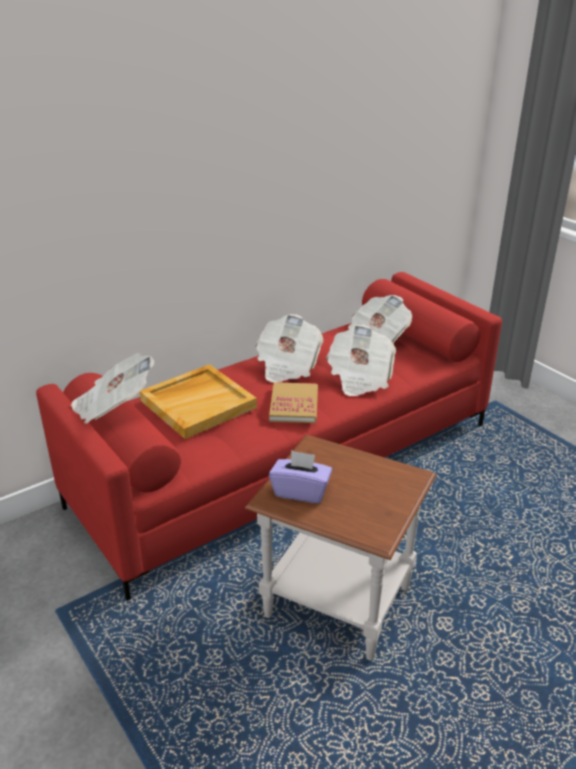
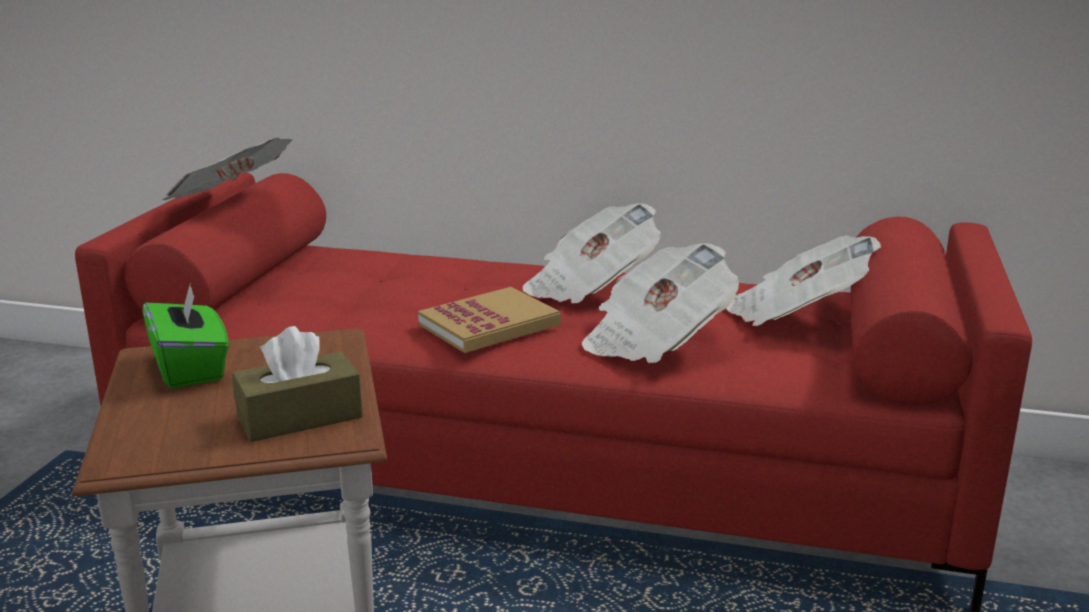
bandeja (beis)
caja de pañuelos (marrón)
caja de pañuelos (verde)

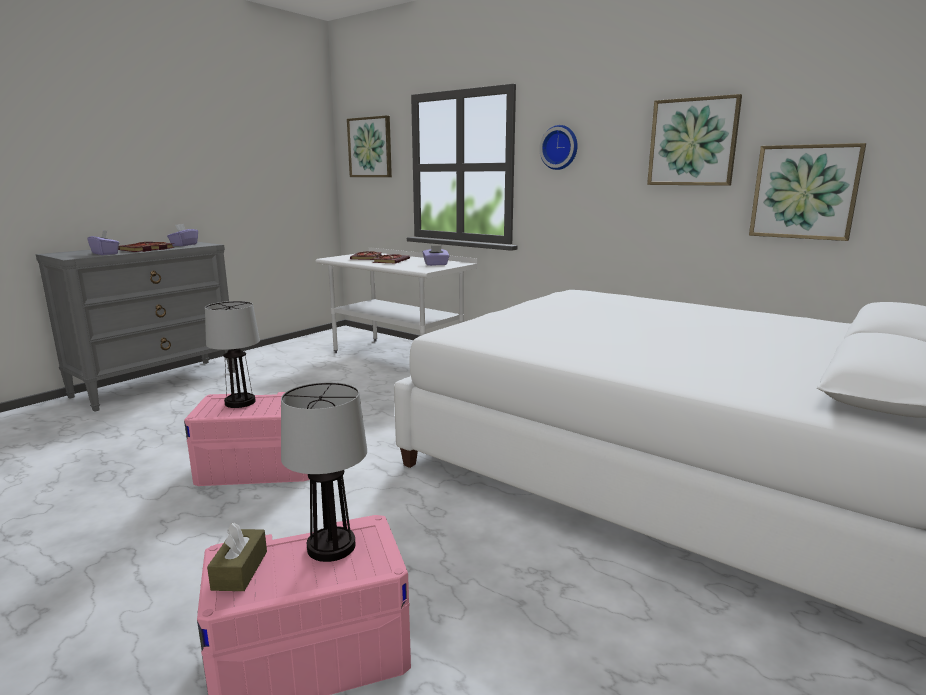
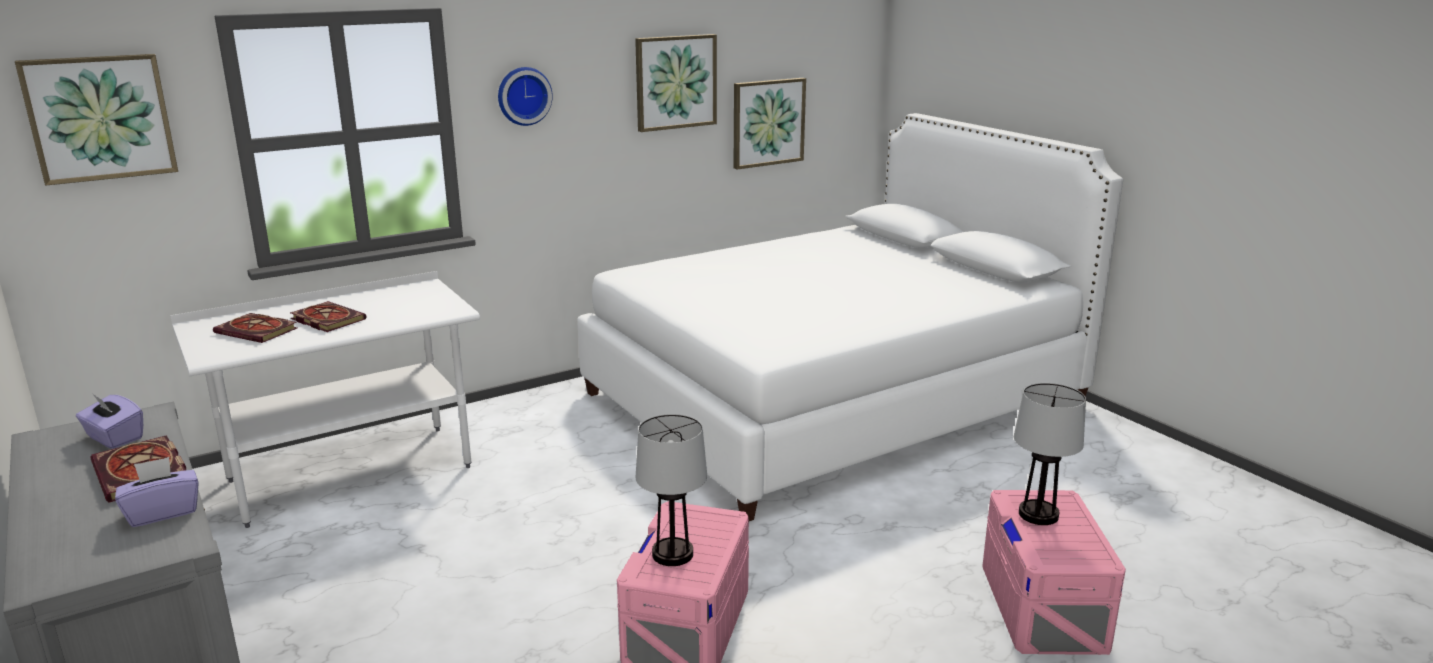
caja de pañuelos (marrón)
caja de pañuelos (morado) (3rd from left in the first image)

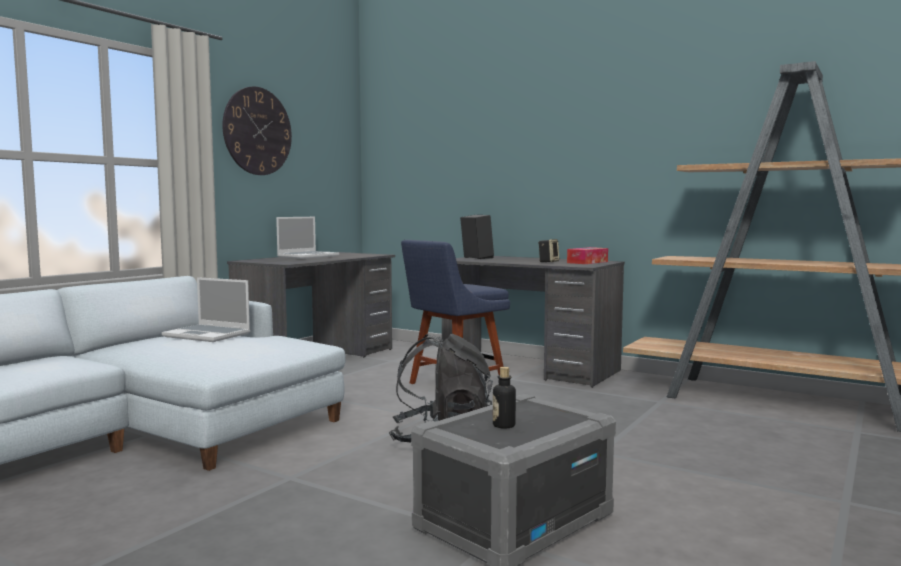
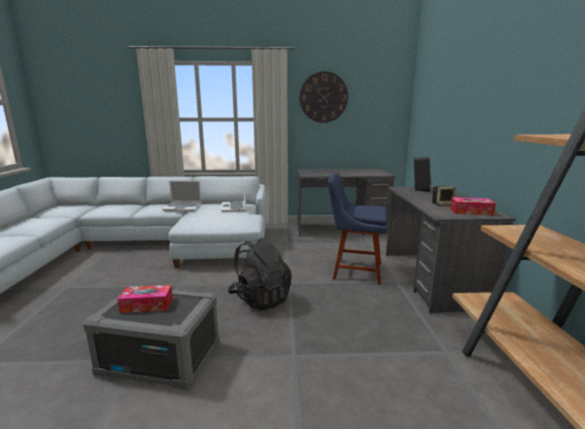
portátil (1st from left)
caja de pañuelos (1st from left)

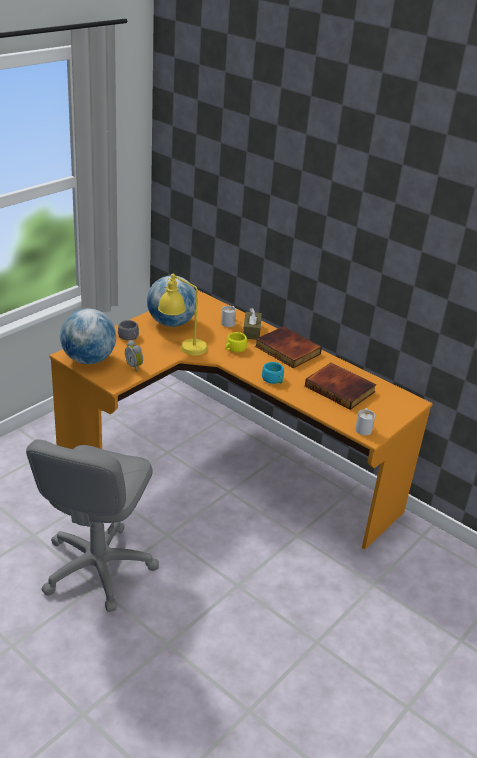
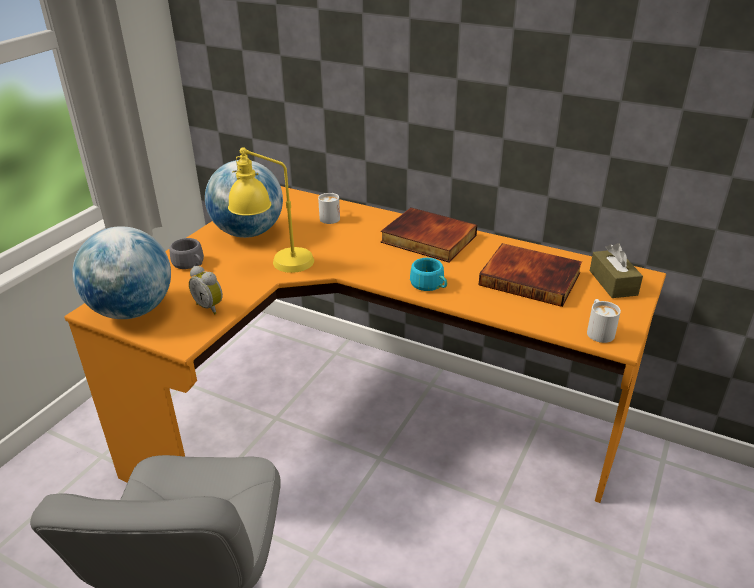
taza (amarillo)
caja de pañuelos (marrón)

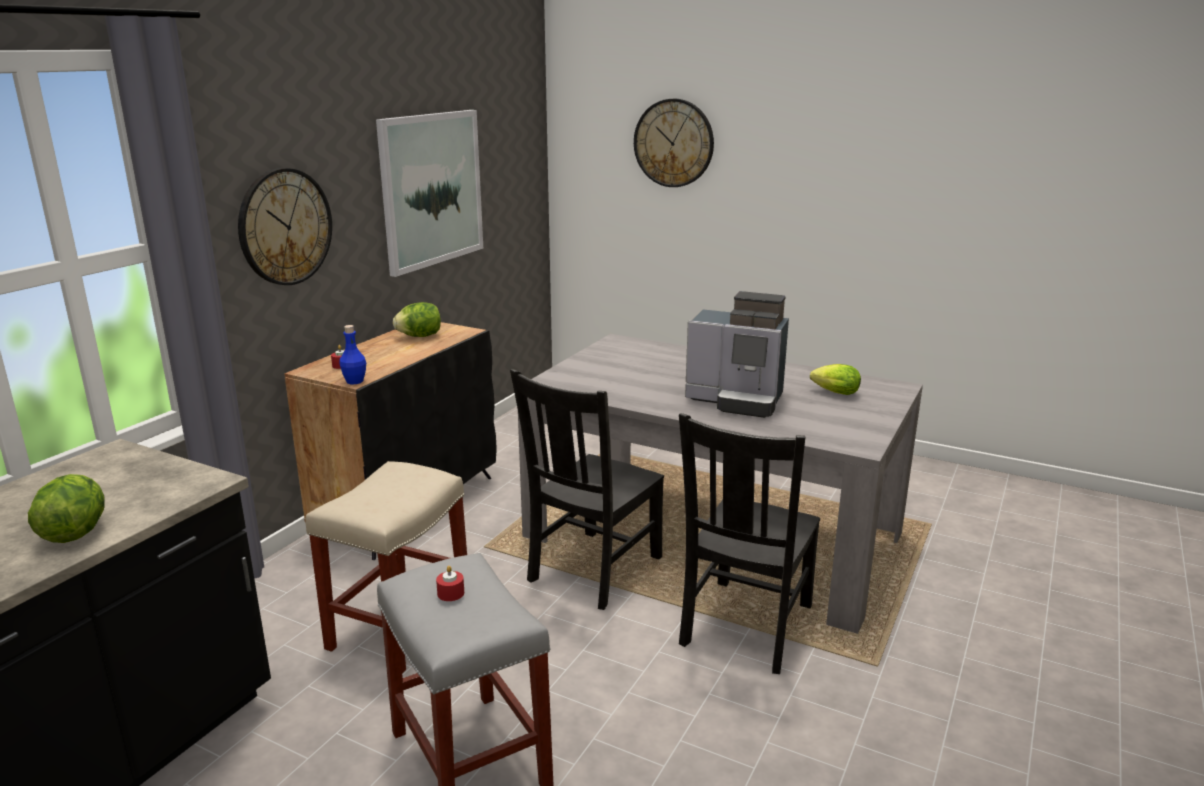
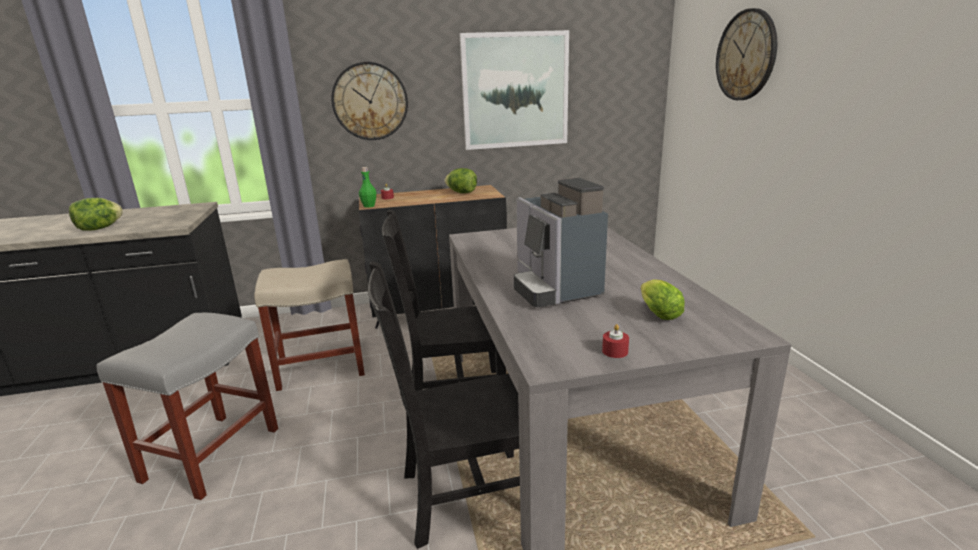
vela (rojo) (2nd from left)
botella (verde)

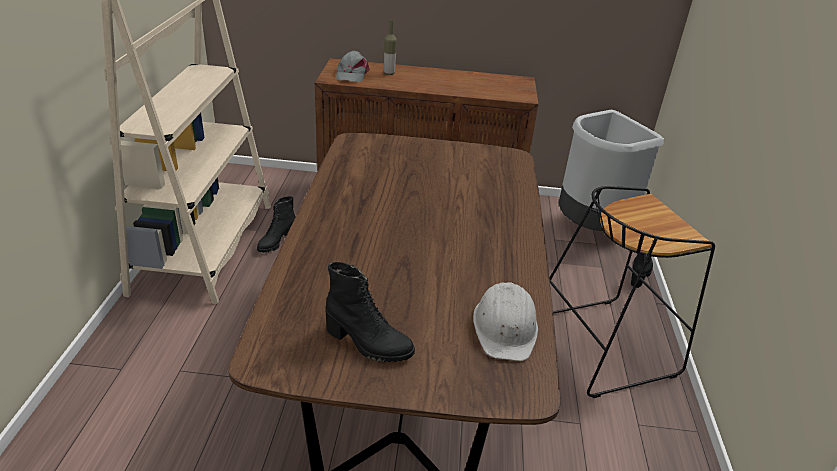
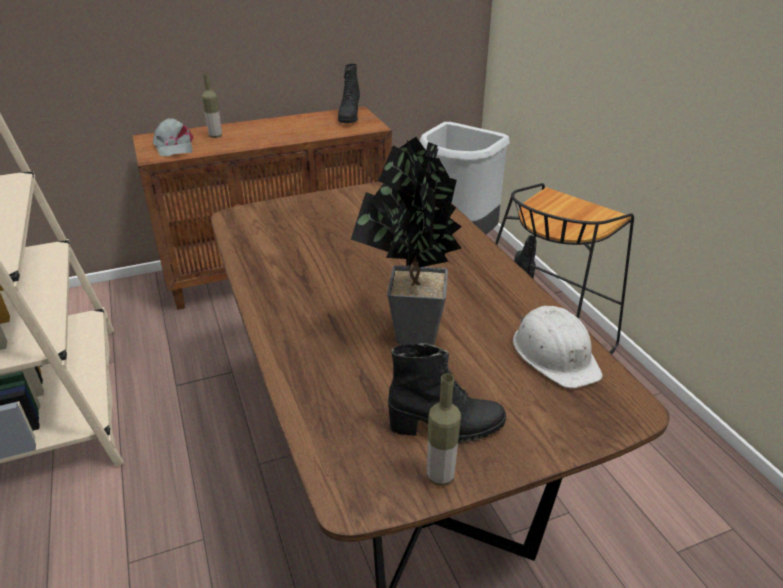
planta en maceta
botella (2nd from left)
bota (negro) (1st from left)

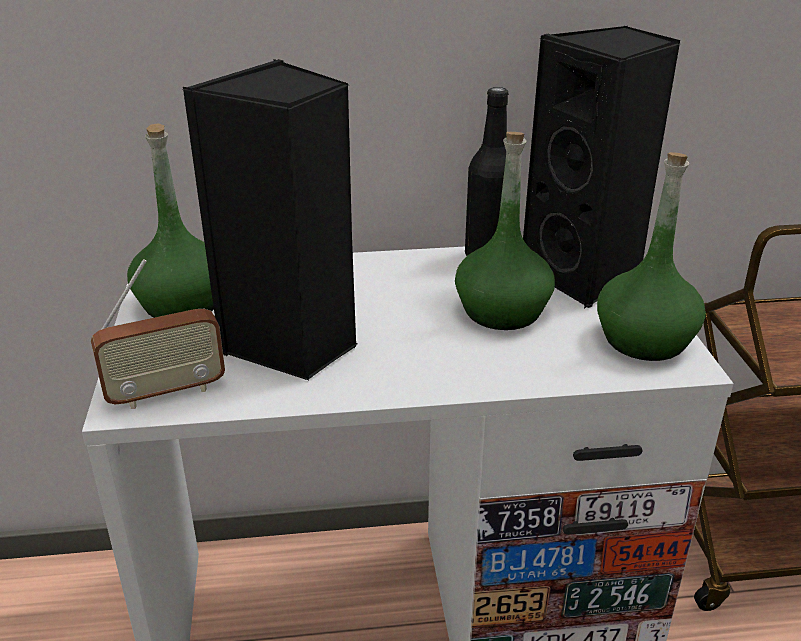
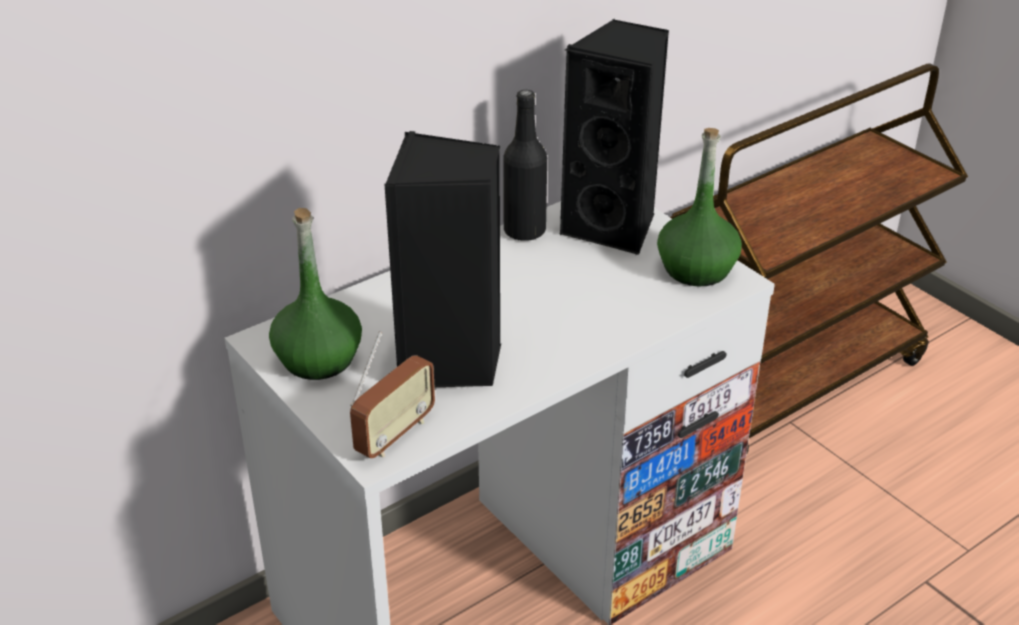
botella (verde) (2nd from left in the first image)

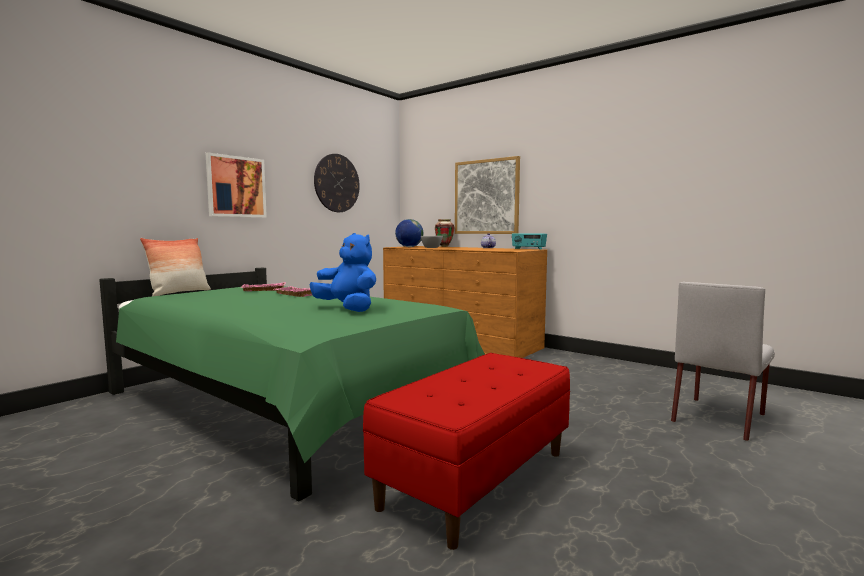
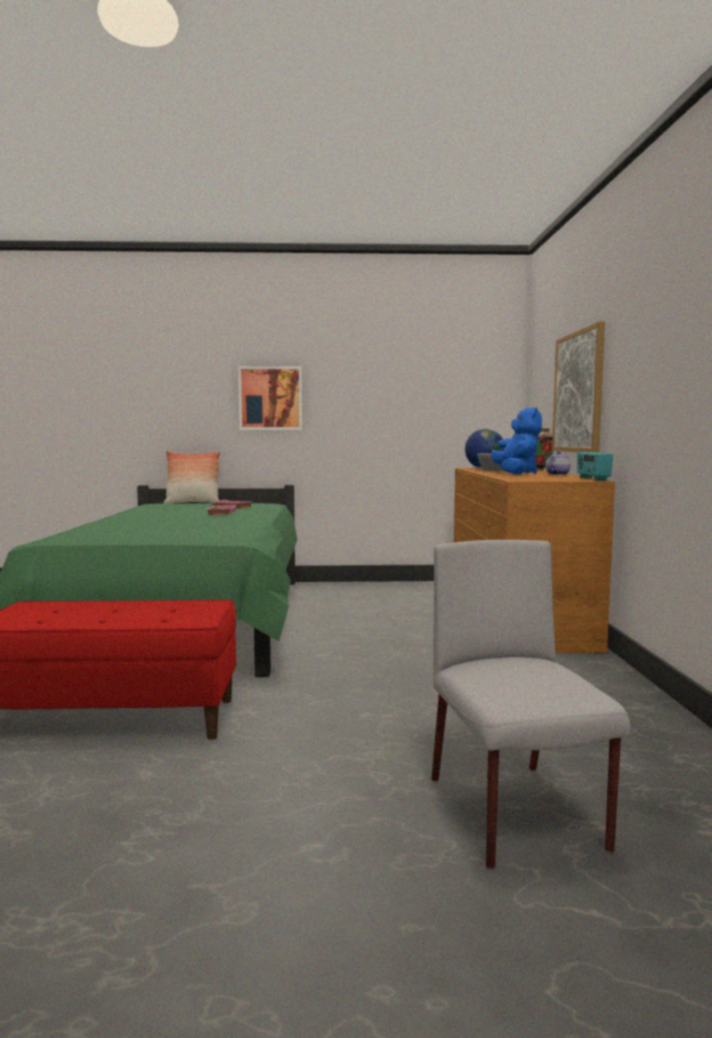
reloj de pared
peluche (azul)
silla (gris)

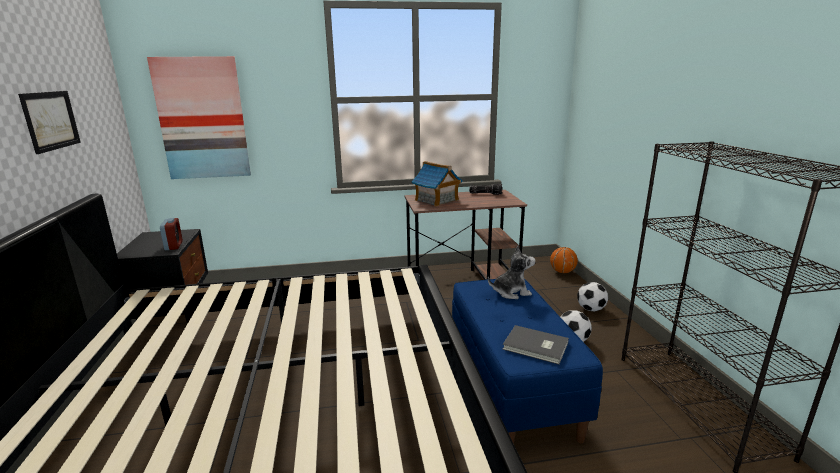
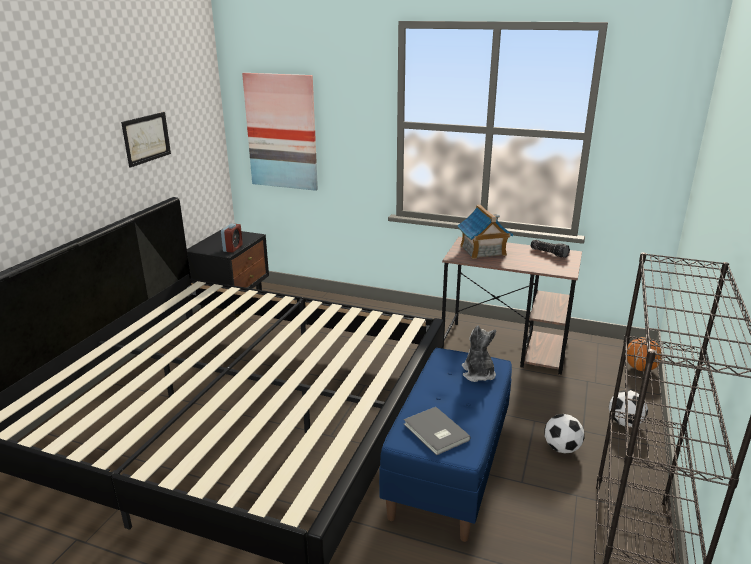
peluche

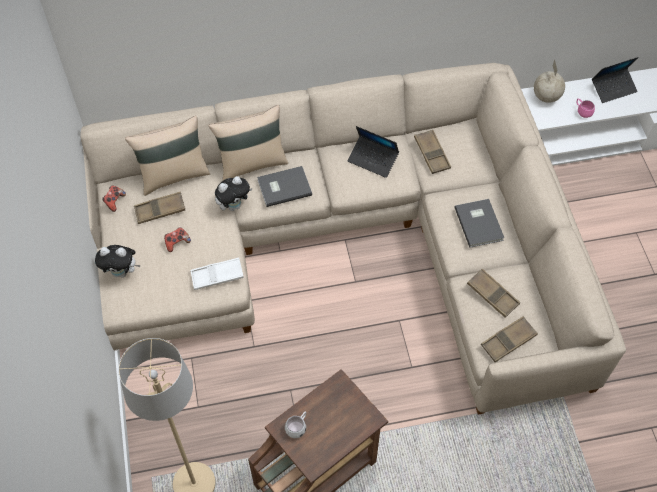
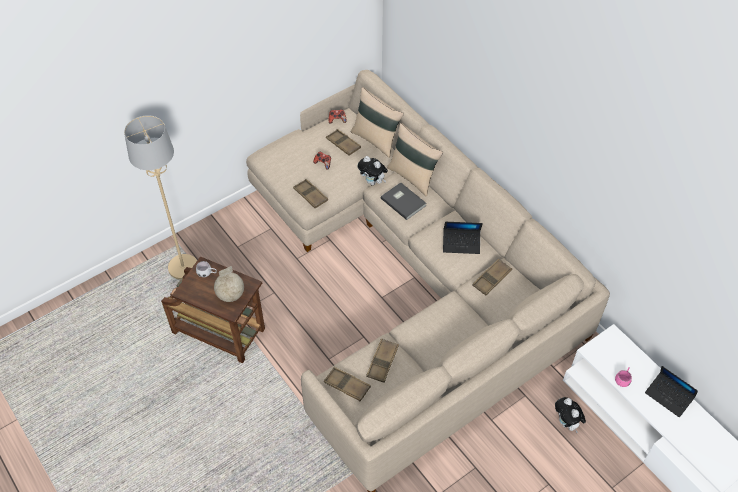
libro (gris) (2nd from left in the first image)
peluche (2nd from left)
globo terráqueo
bandeja (marrón) (1st from left)
portátil (1st from left)

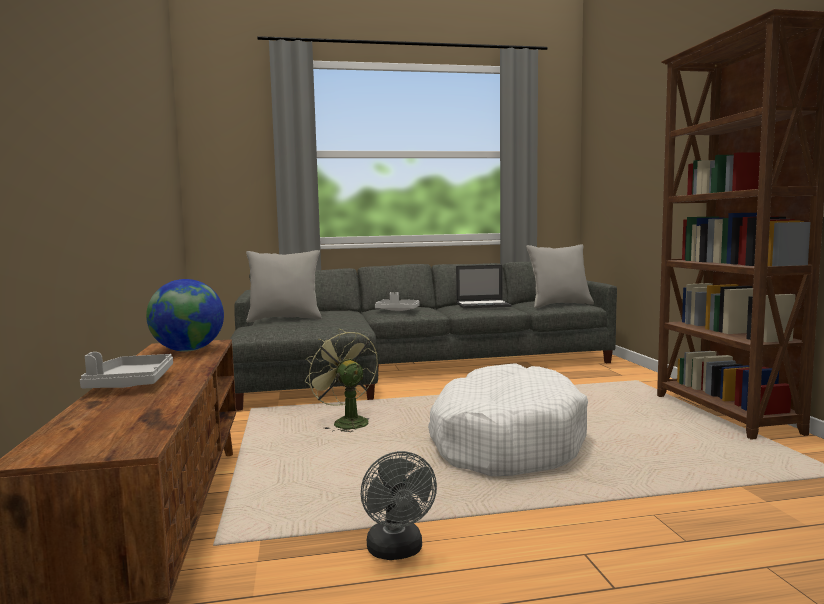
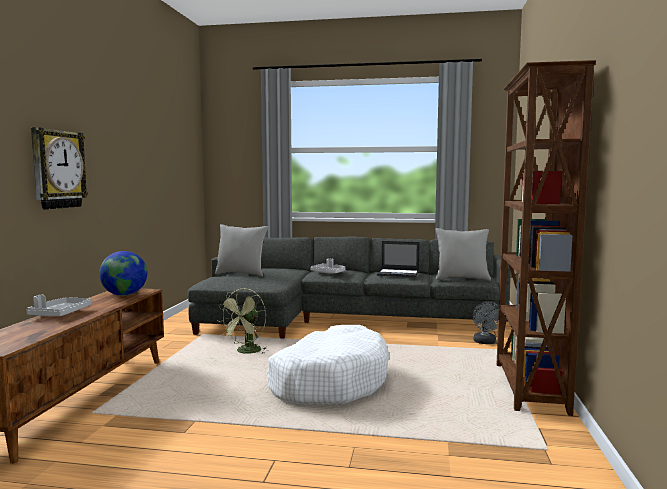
reloj de pared
ventilador (gris)
ventilador (verde)

